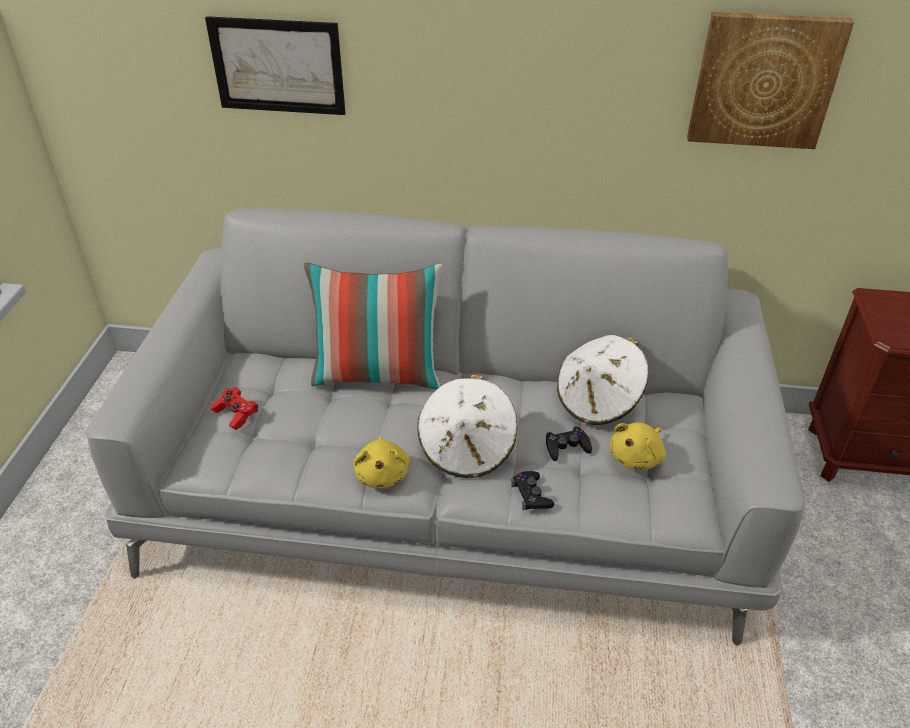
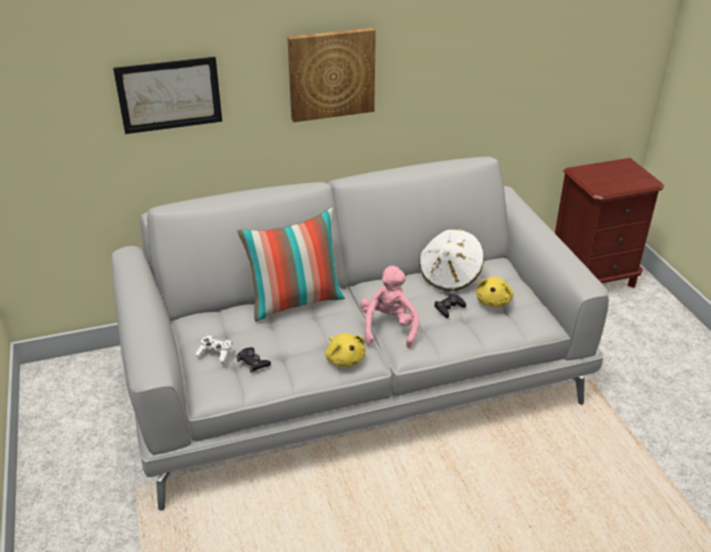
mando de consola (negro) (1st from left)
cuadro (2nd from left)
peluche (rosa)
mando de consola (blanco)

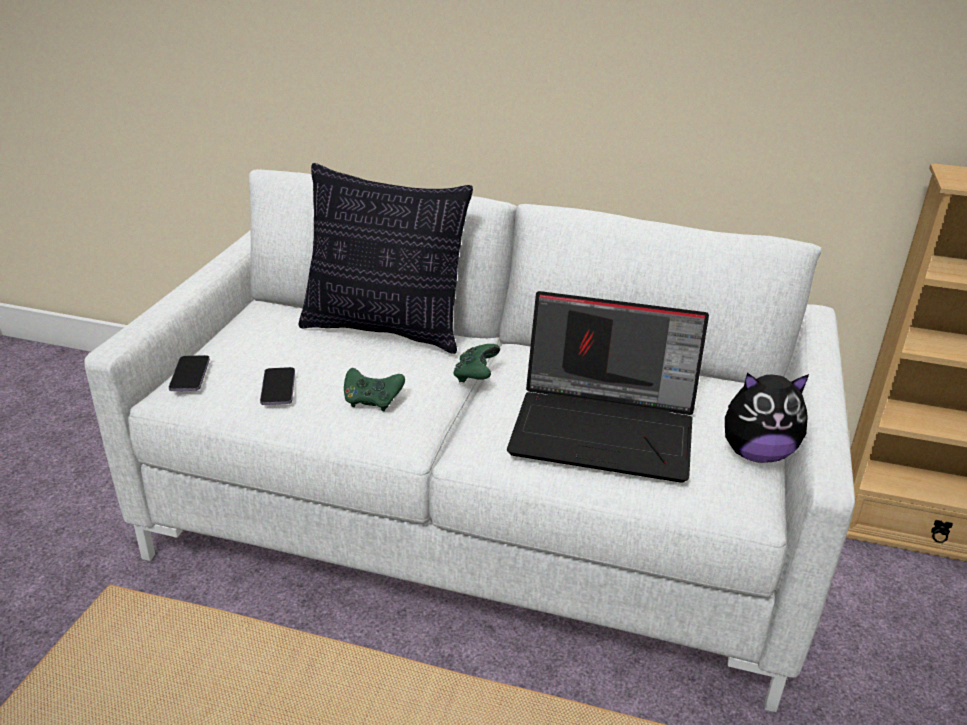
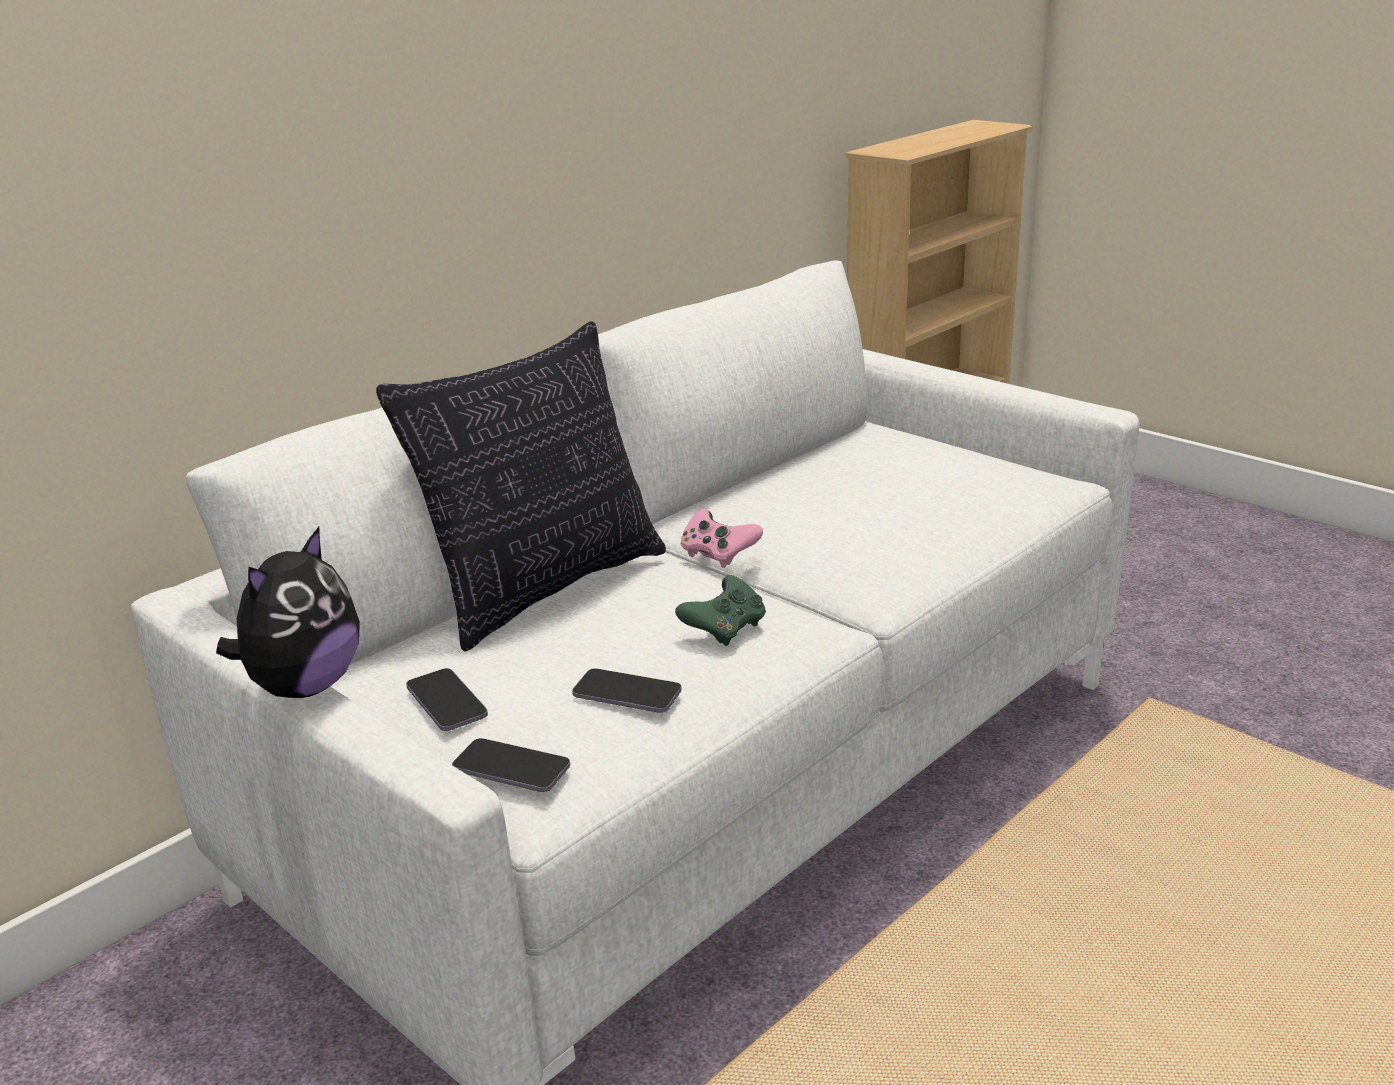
portátil
móvil (1st from left)
peluche
mando de consola (rosa)

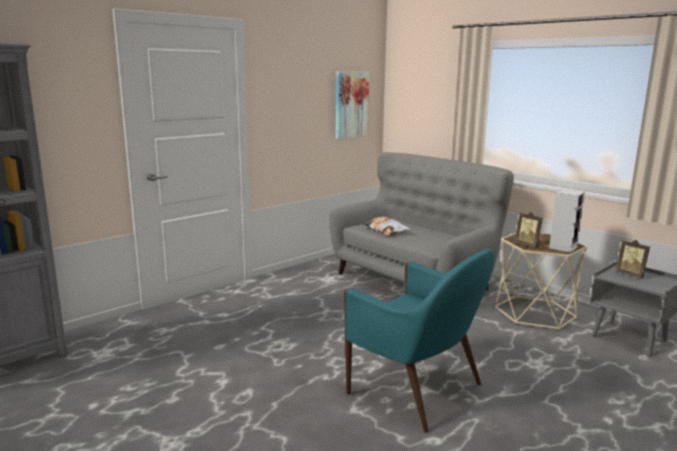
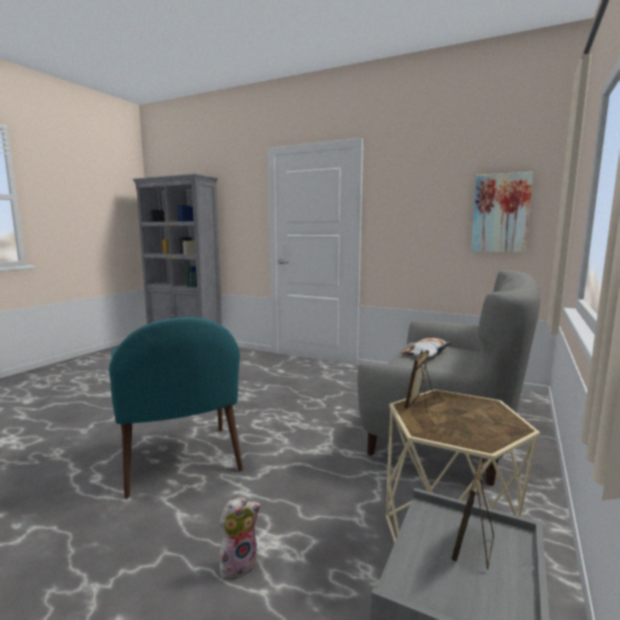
altavoz
peluche
sillón (turquesa)

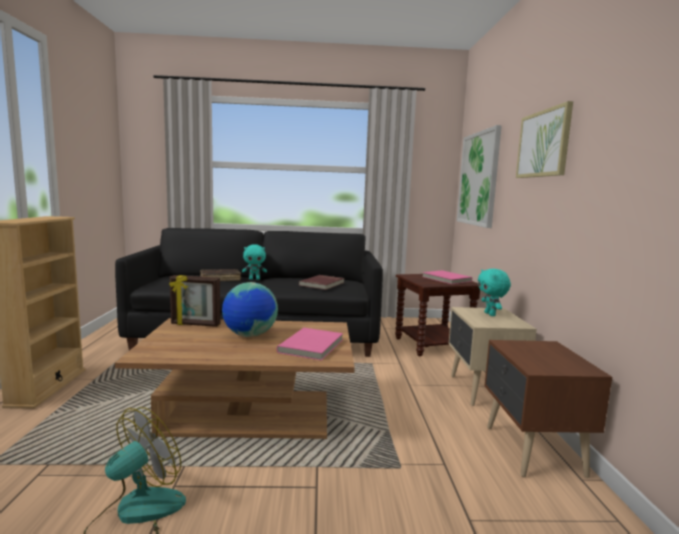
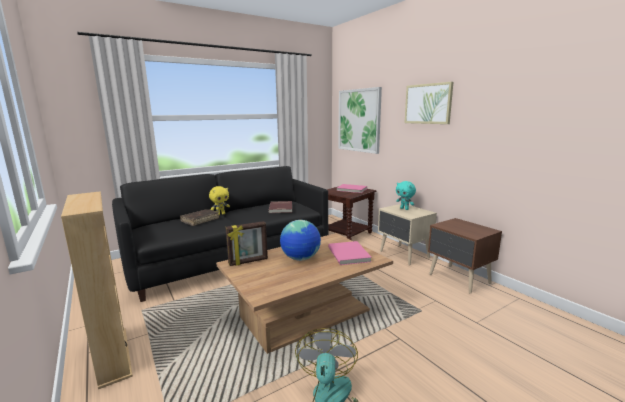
peluche (amarillo)

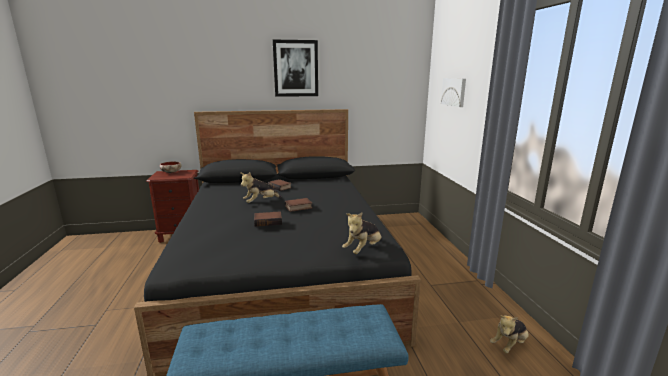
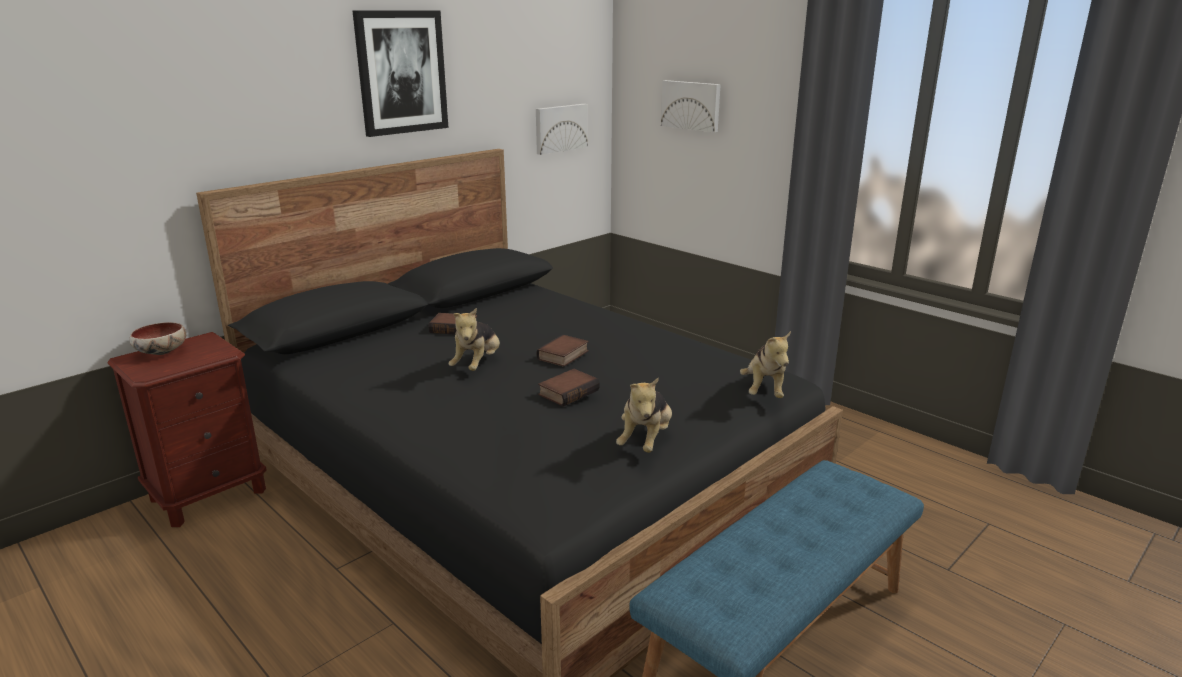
cuadro (2nd from left)
peluche (2nd from left)

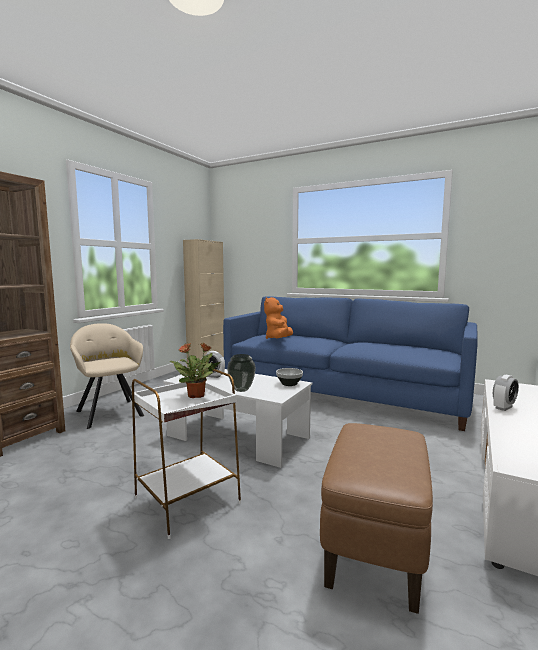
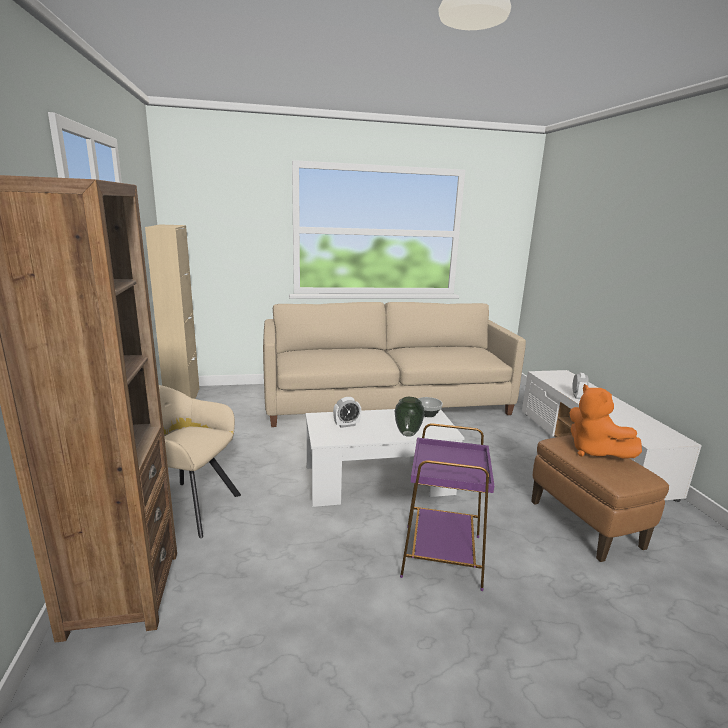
planta en maceta
peluche (naranja)
mesa auxiliar (morado)
sofá (beis)

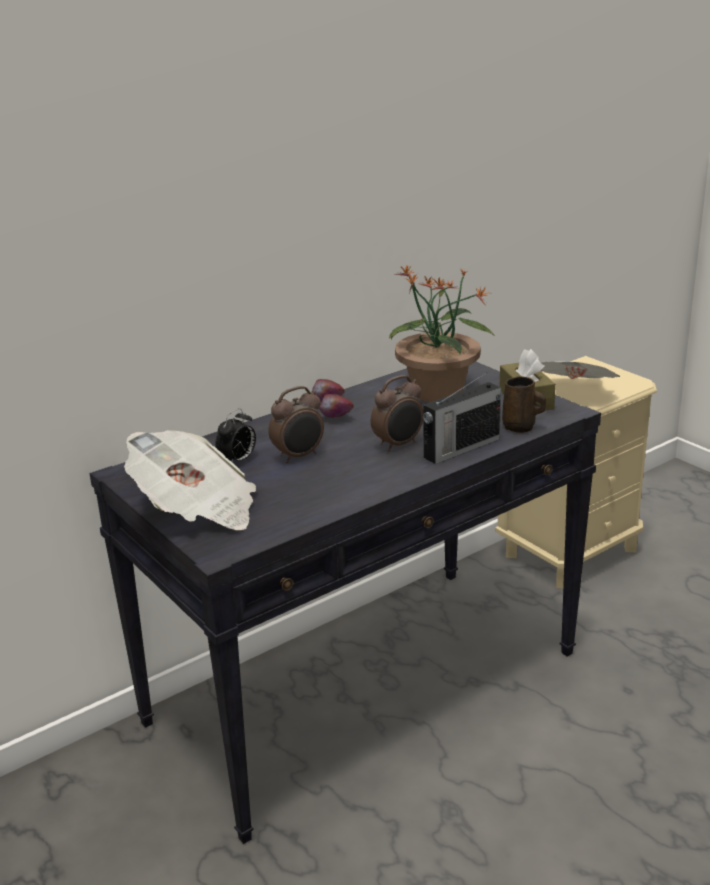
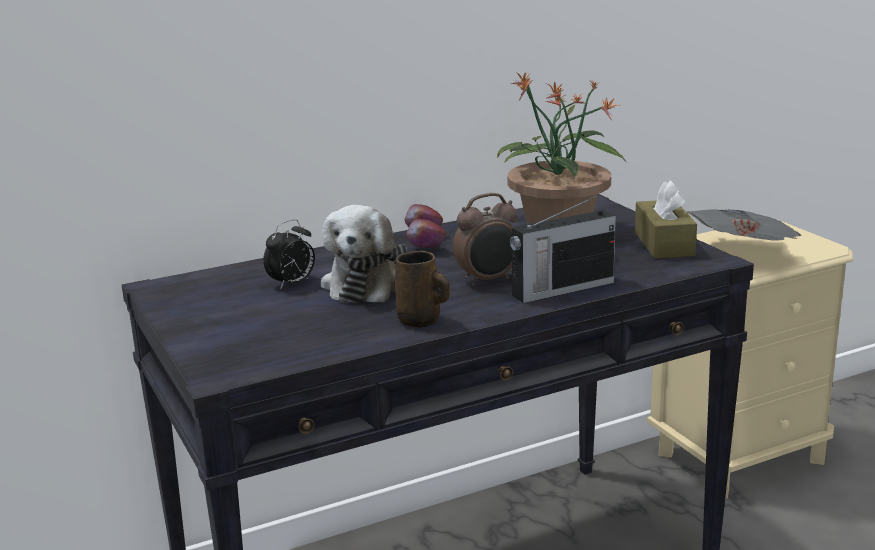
periódico (1st from left in the first image)
taza grande (marrón)
peluche

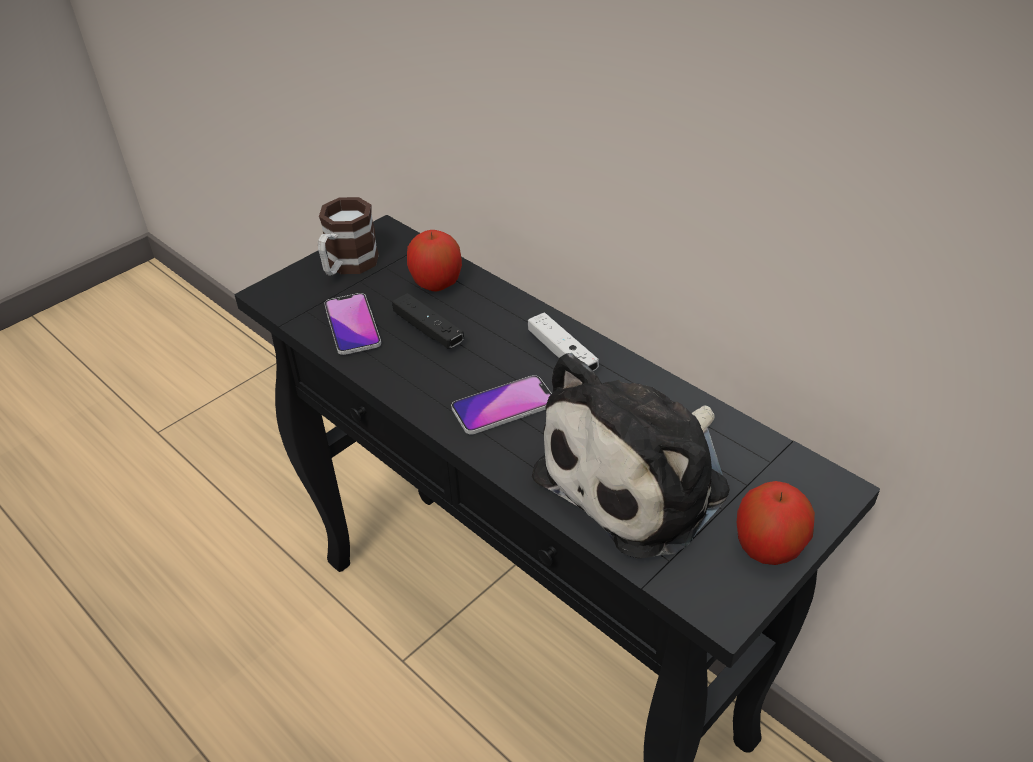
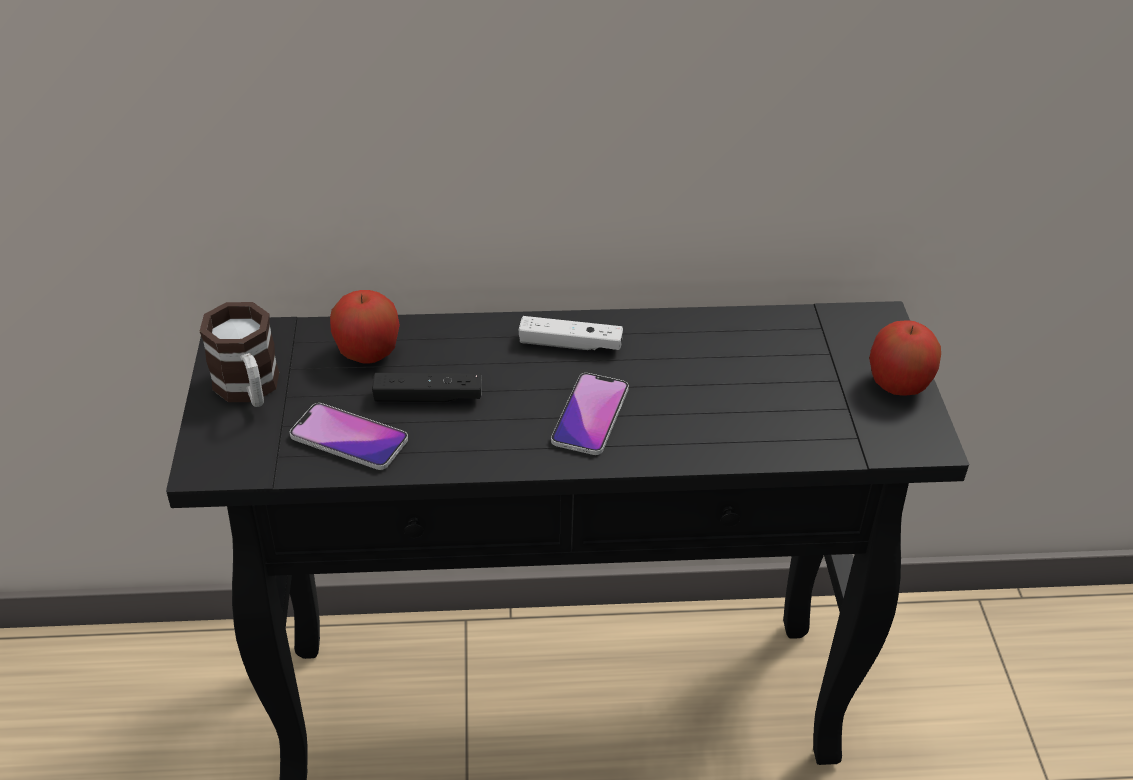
peluche

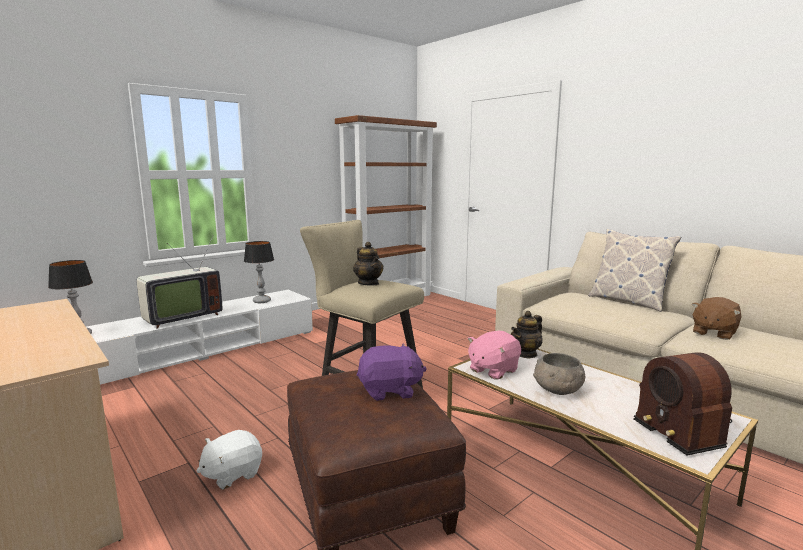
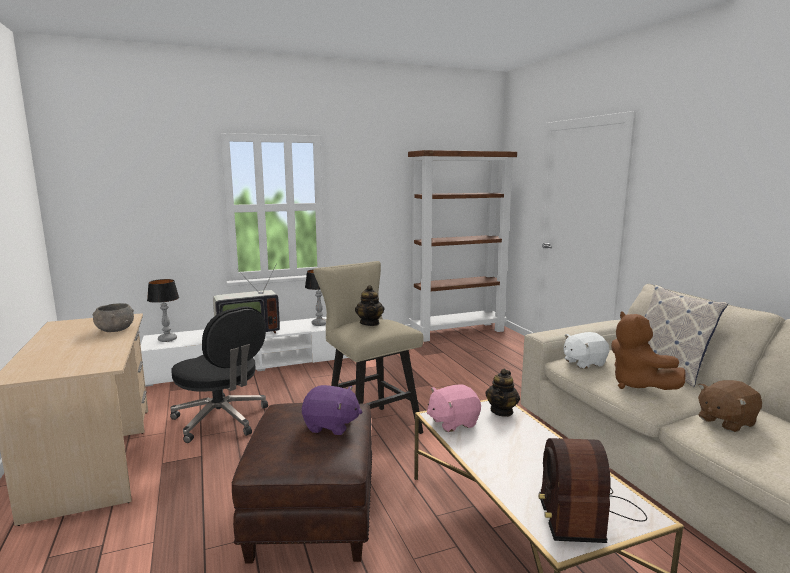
silla de oficina (negro)
peluche (marrón) (1st from left)
peluche (blanco)
cuenco (gris)
tetera (2nd from left)

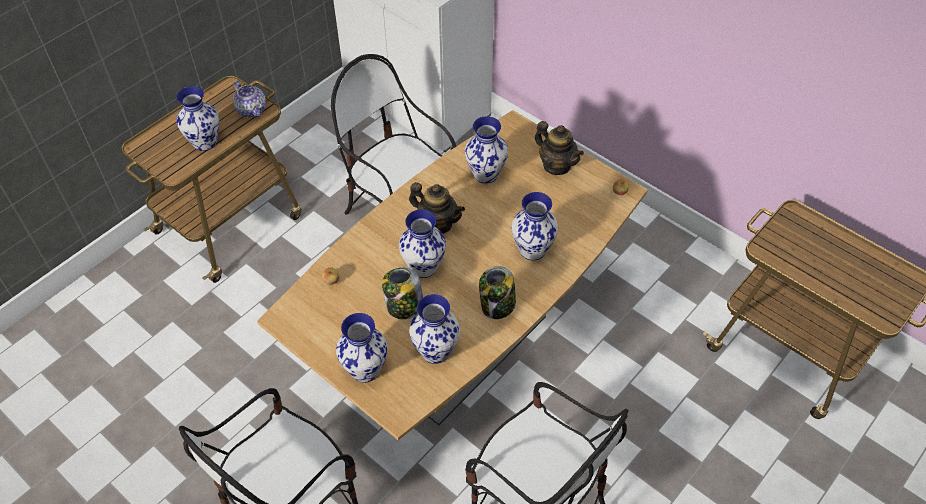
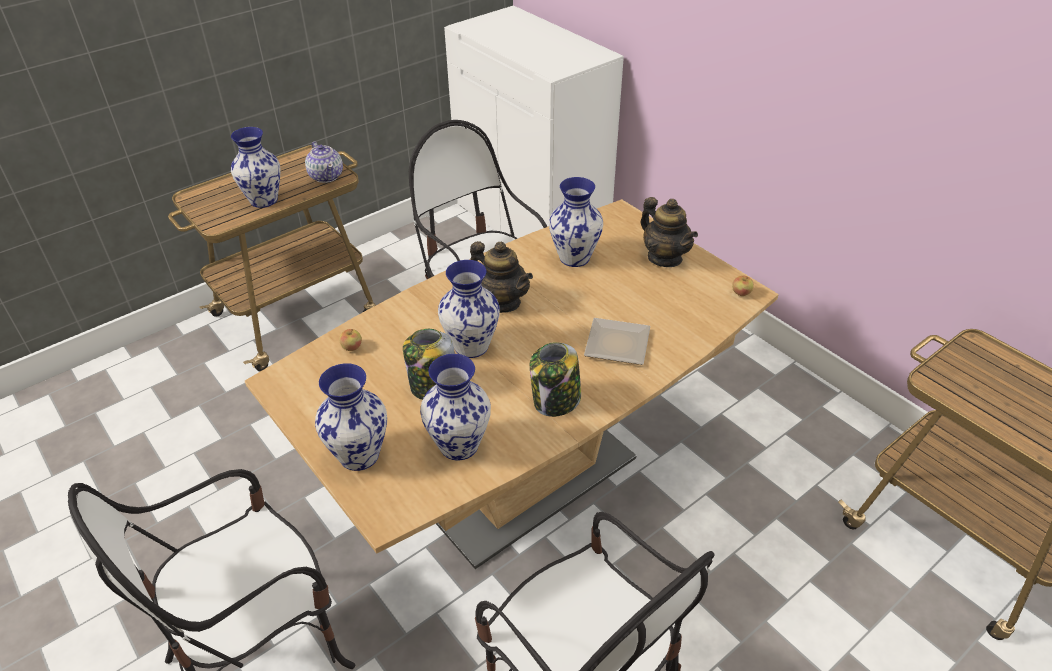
plato

